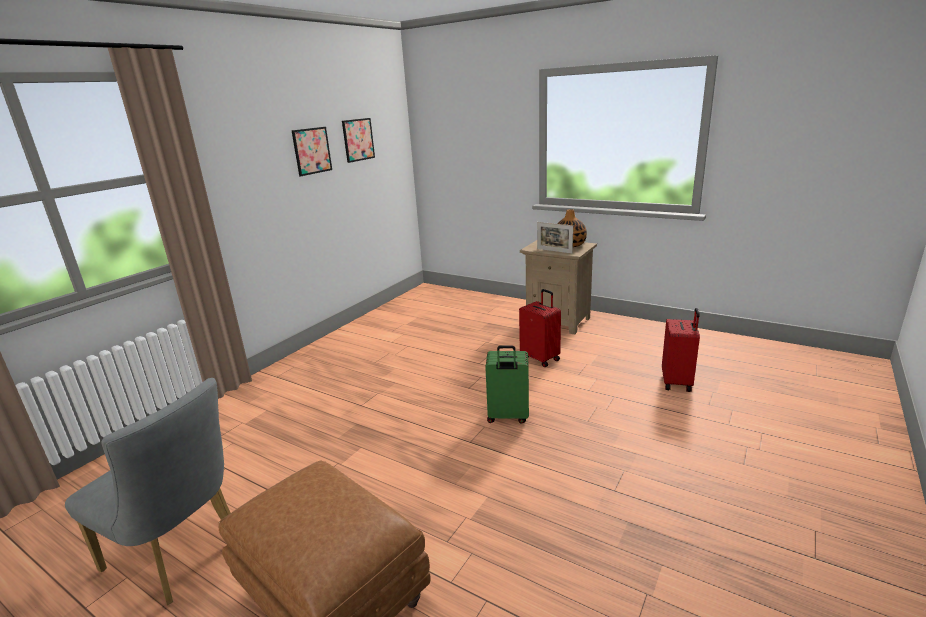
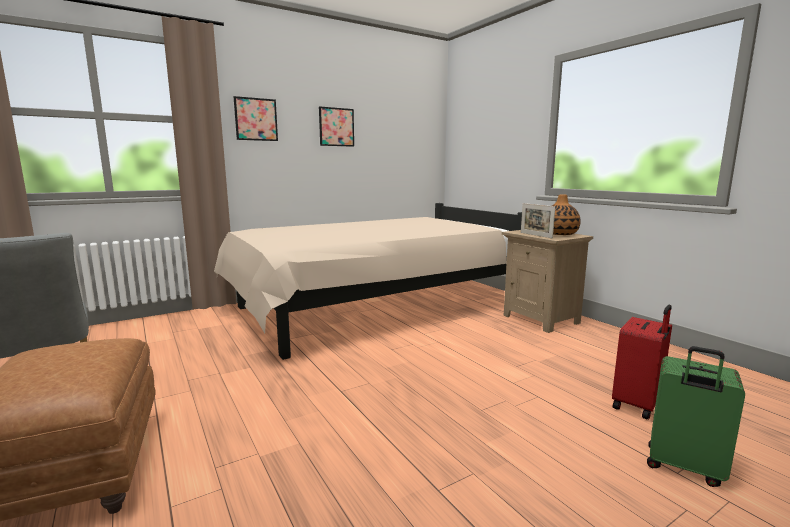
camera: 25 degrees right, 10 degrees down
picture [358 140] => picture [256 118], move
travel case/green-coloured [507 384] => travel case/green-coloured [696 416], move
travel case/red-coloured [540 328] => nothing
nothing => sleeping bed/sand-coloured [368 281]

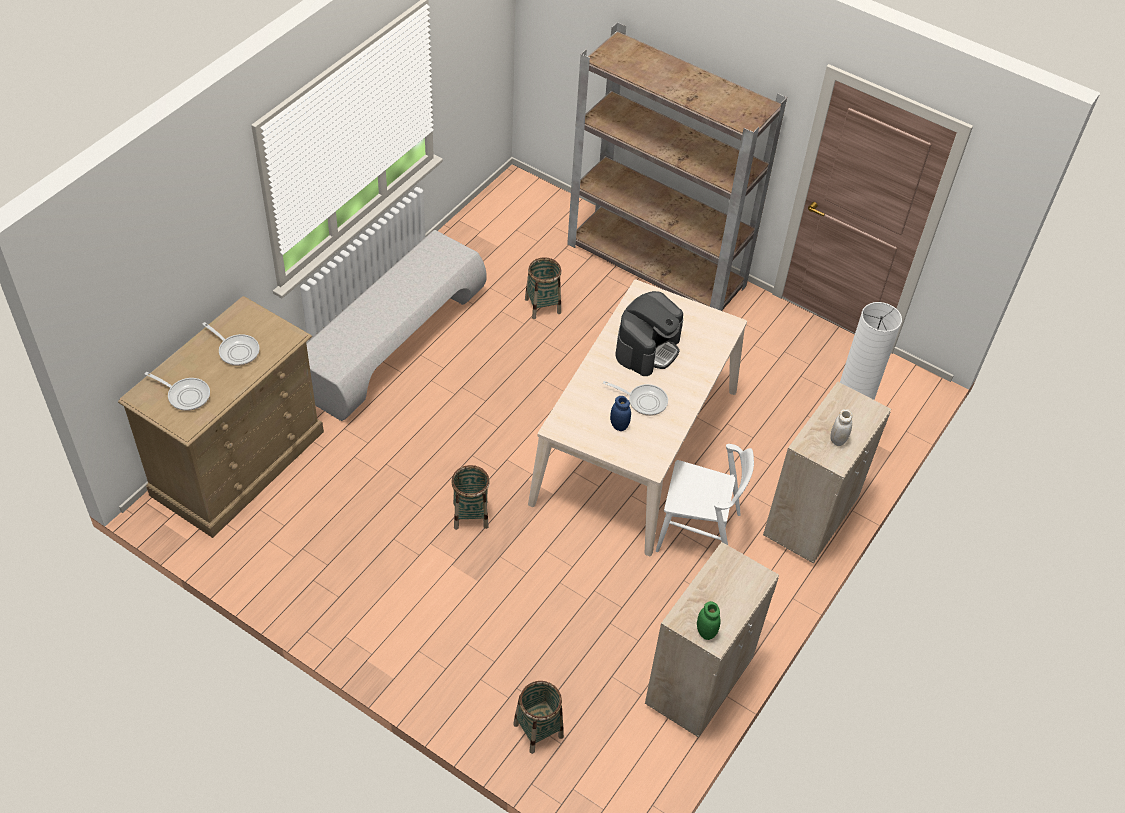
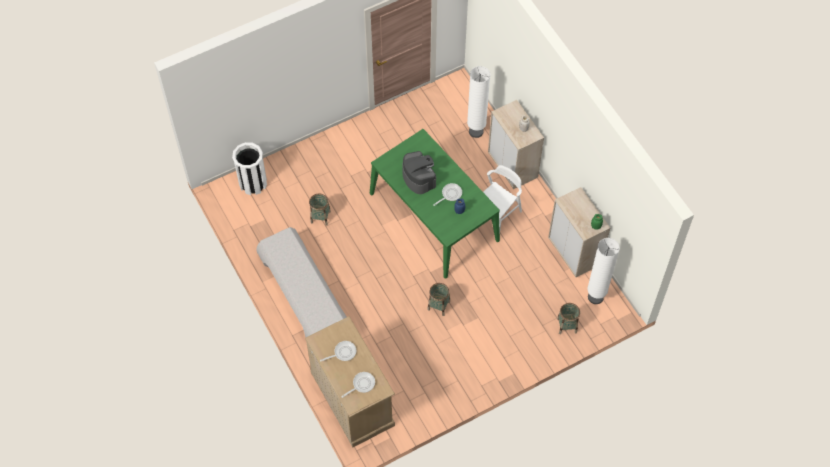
camera: 60 degrees left, 10 degrees up
dinner table/sand-coloured [637 417] => dinner table/green-coloured [435 204]
bookshelf/brownish [677 166] => nothing
nothing => waste bin/white-coloured [249 168]
nothing => standing lamp/white-coloured [603 271]

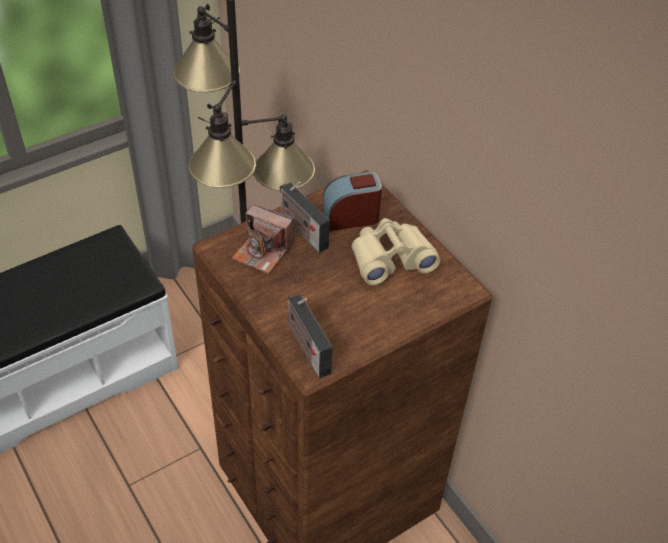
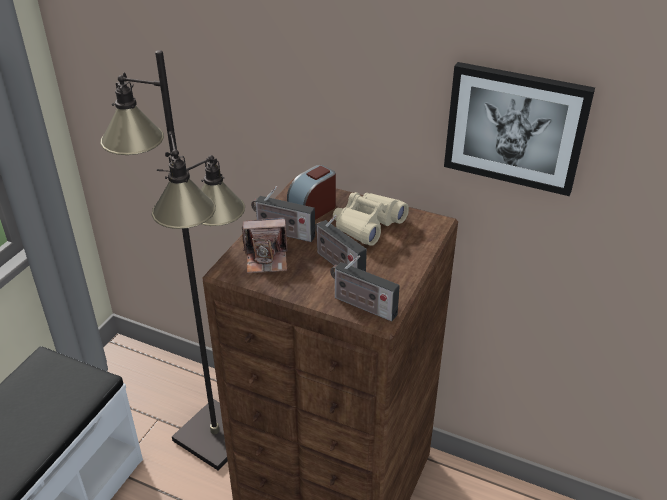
camera: 30 degrees left, 10 degrees down
nothing => radio receiver [341 243]
nothing => picture [519 129]

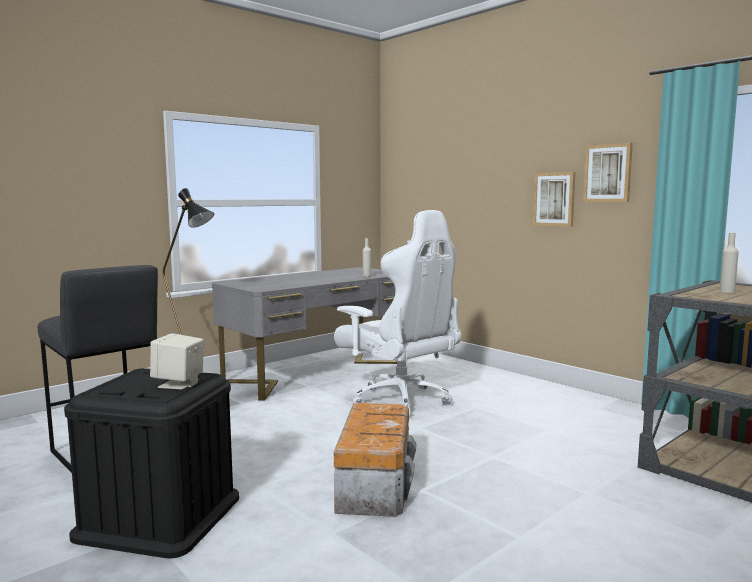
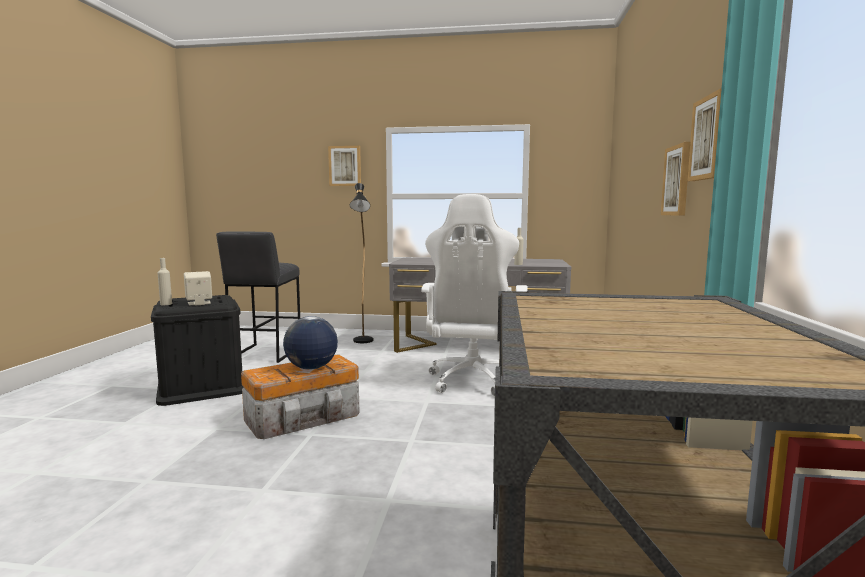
camera: 50 degrees right, 0 degrees up
beverage bottle/sand-coloured [729 263] => beverage bottle/sand-coloured [165 281], move
nothing => desk globe [310 343]
nothing => picture [344 166]

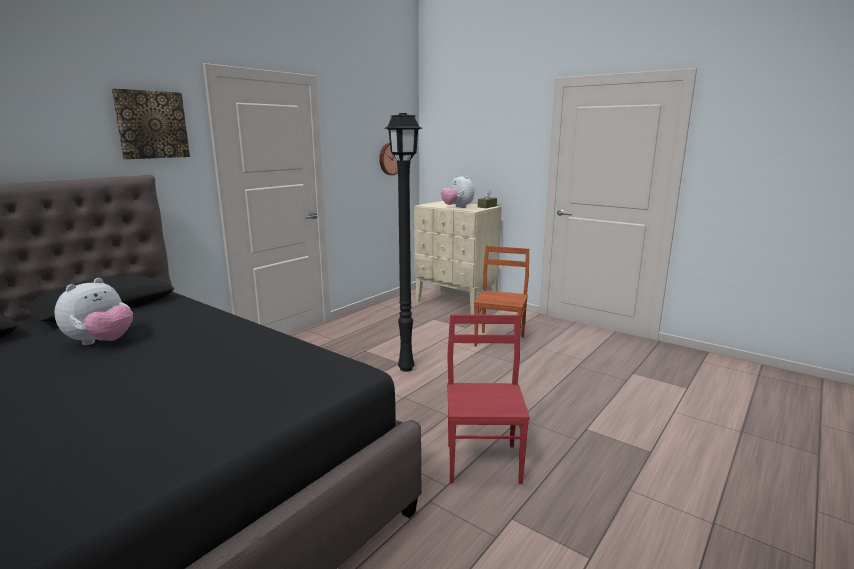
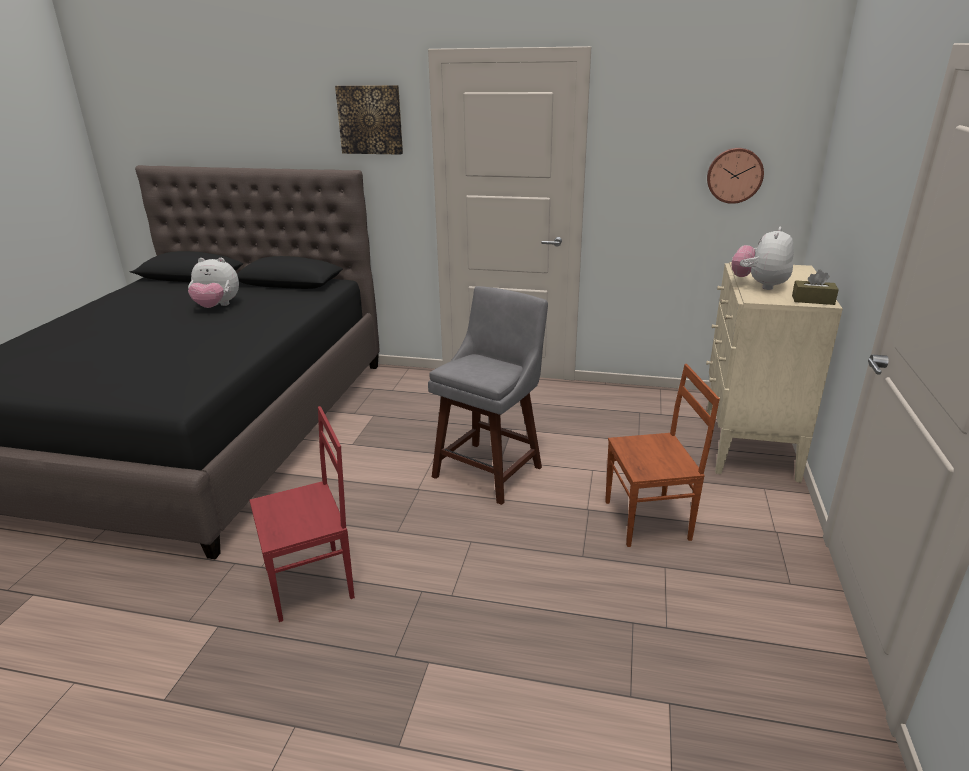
camera: 65 degrees right, 10 degrees up
standing lamp/blackish [403 242] => chair/gray [488 395]

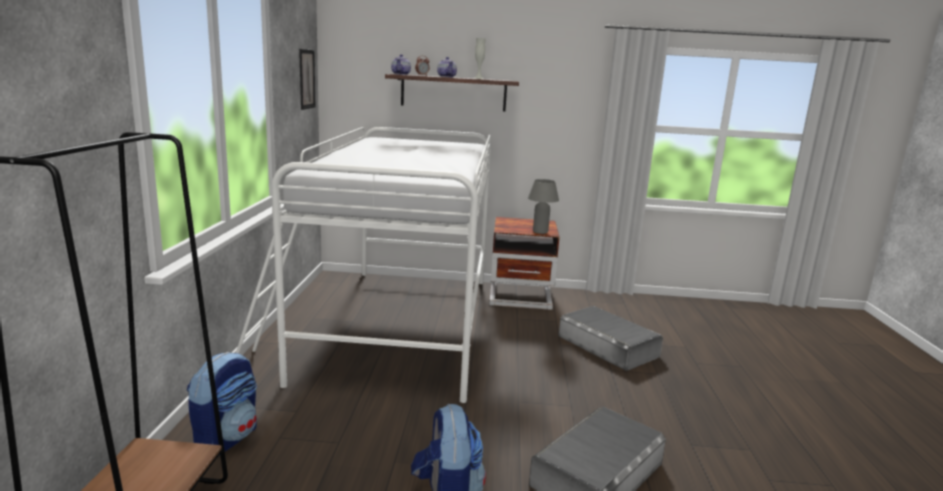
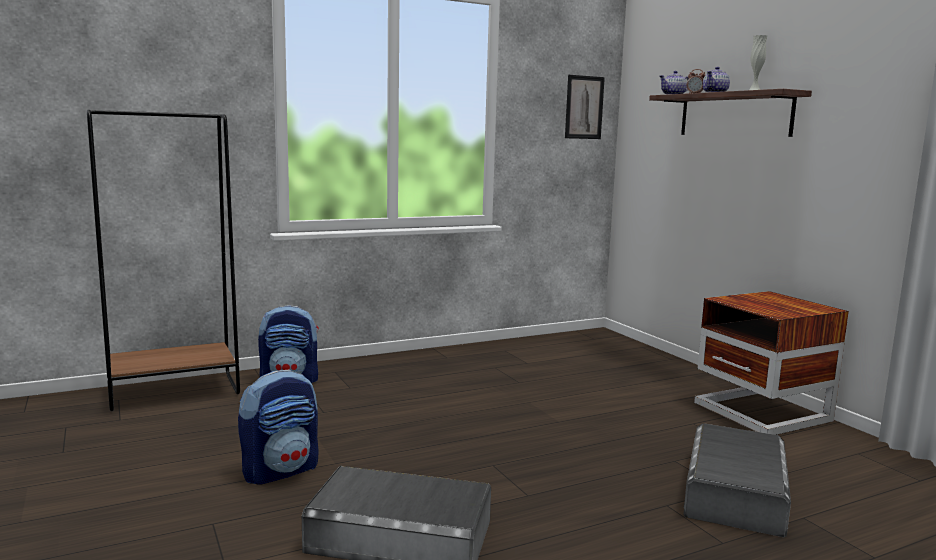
camera: 60 degrees right, 5 degrees down
sleeping bed/white-coloured [363 265] => nothing
lamp for a table/gray [543 206] => nothing

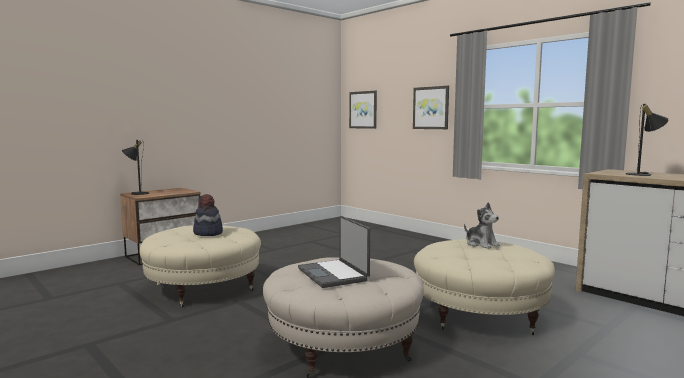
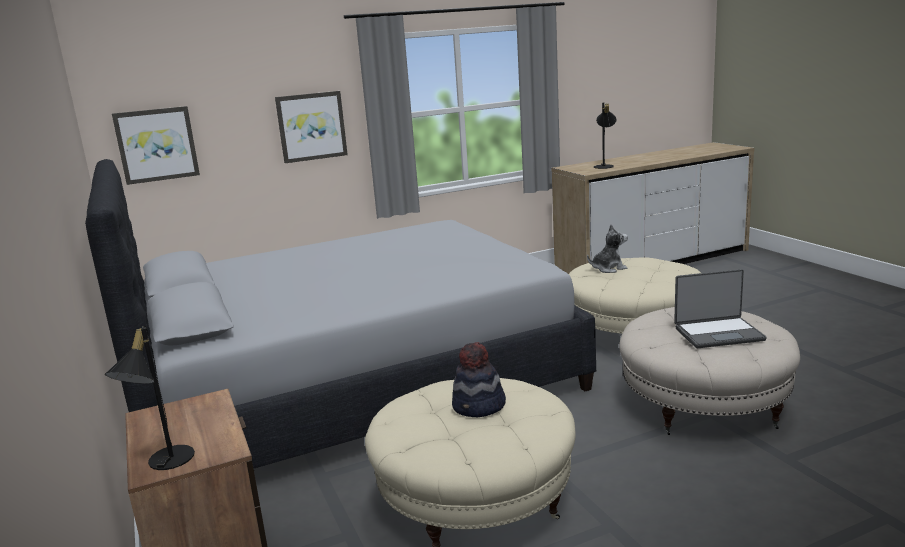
camera: 70 degrees left, 10 degrees up
nothing => sleeping bed/gray [340 314]

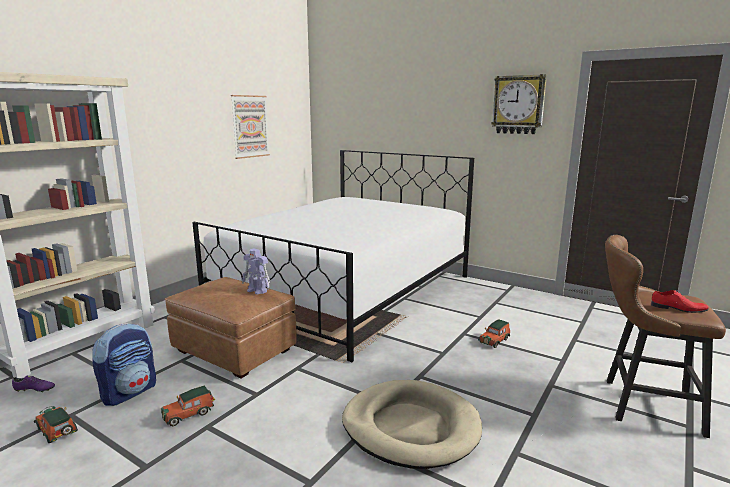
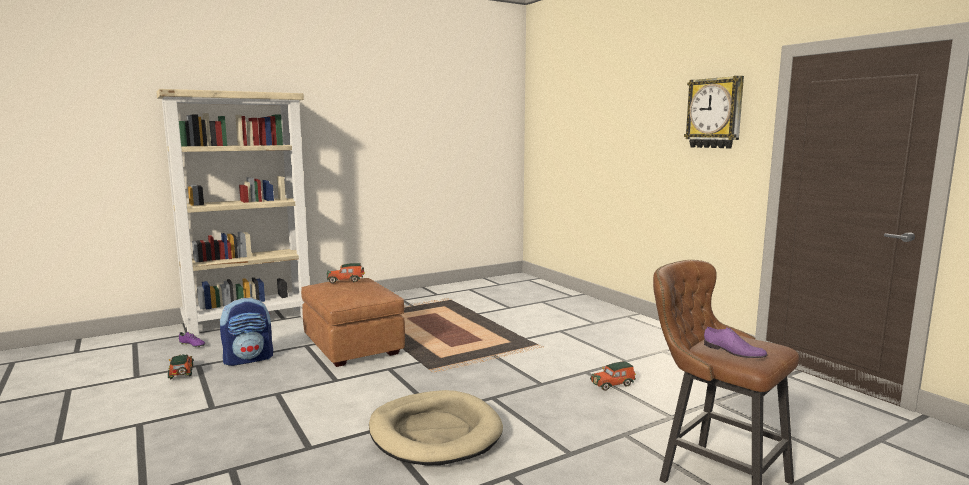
camera: 25 degrees right, 5 degrees down
model car [188 406] => model car [346 273], move
sleeping bed/white-coloured [333 256] => nothing
picture [250 127] => nothing
robot figure [256 271] => nothing
item of footwear/red-coloured [680 301] => item of footwear/purple-coloured [736 342]

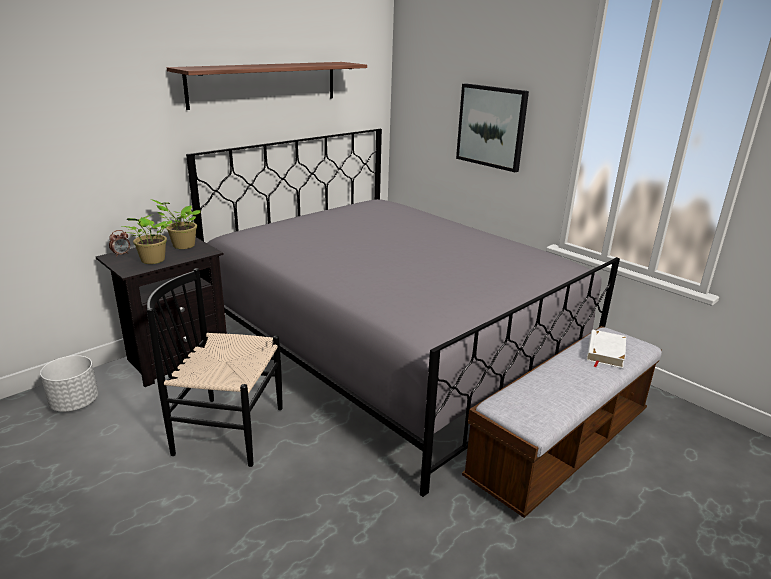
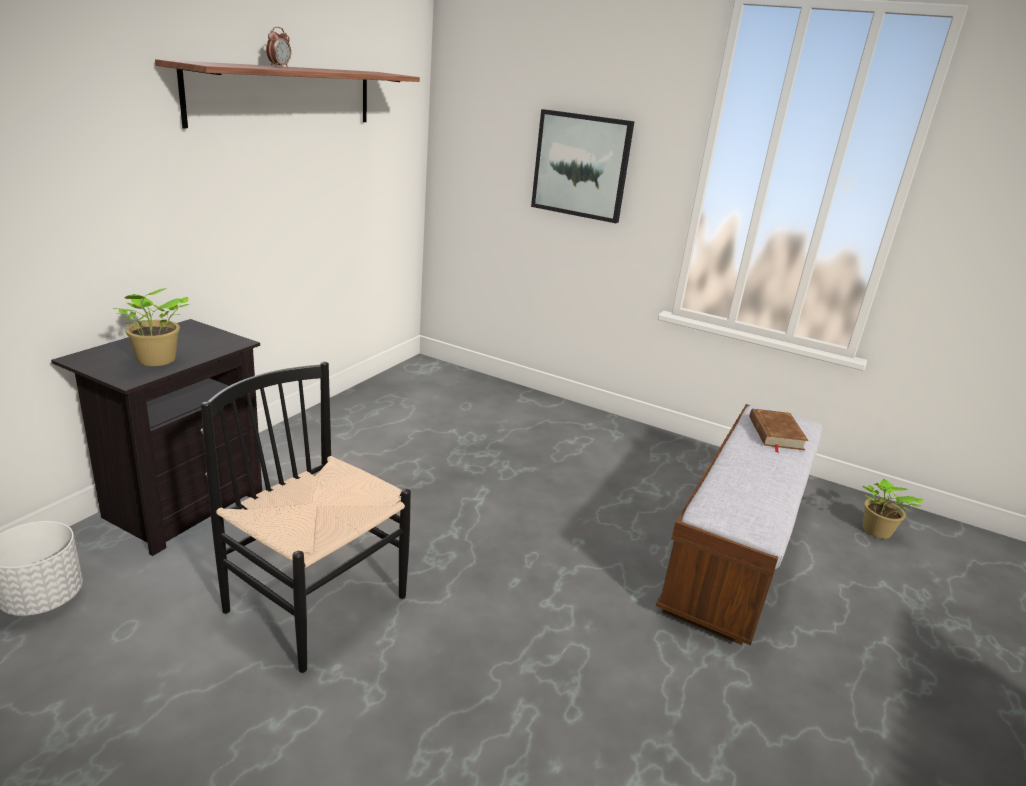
camera: 20 degrees left, 0 degrees up
alarm clock [119 243] => alarm clock [278 47], move
chair/blackish [215 367] => chair/blackish [306 517], 45 degrees clockwise
potted plant [175 224] => potted plant [893 509], move
sleeping bed/gray [403 313] => nothing
book/white-coloured [606 349] => book/brownish [778 431]

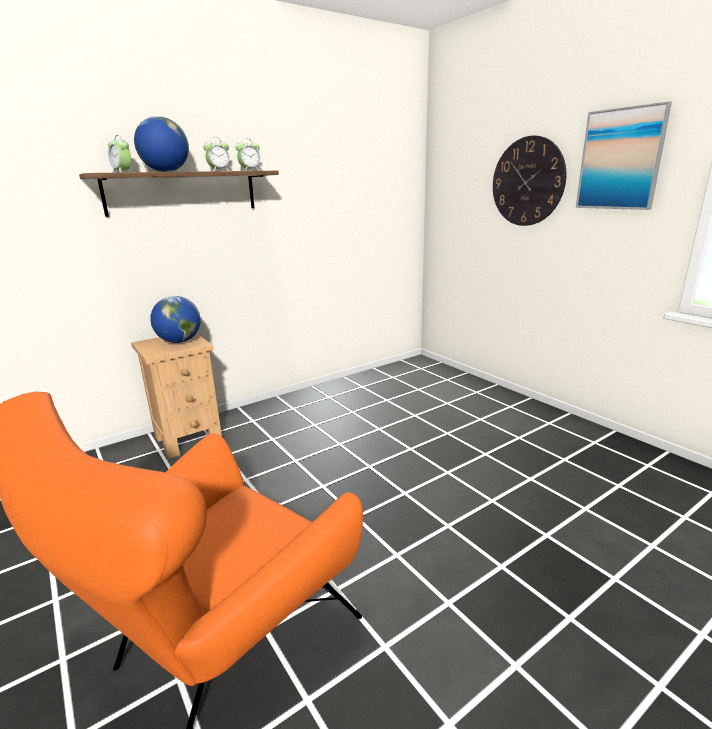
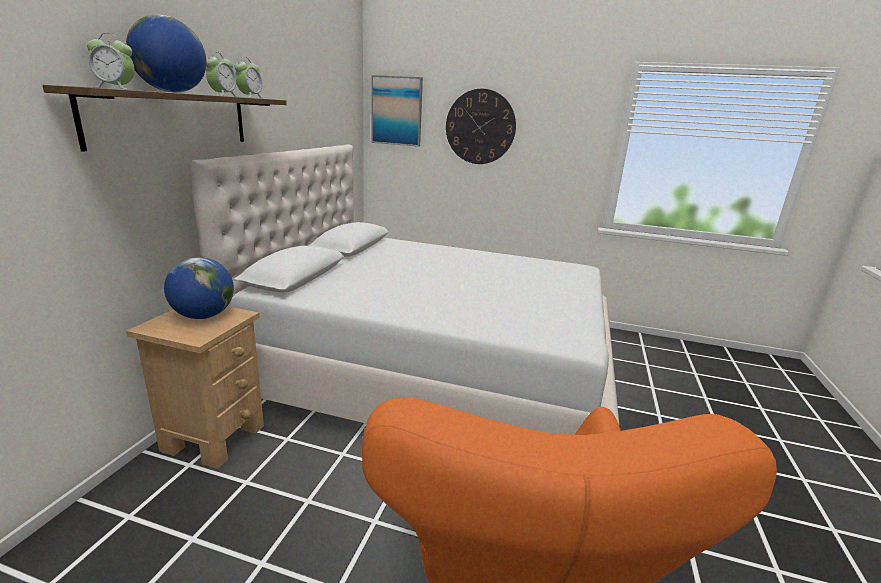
camera: 40 degrees left, 0 degrees up
picture [624 155] => picture [397 111], move
nothing => sleeping bed/white-coloured [404 289]

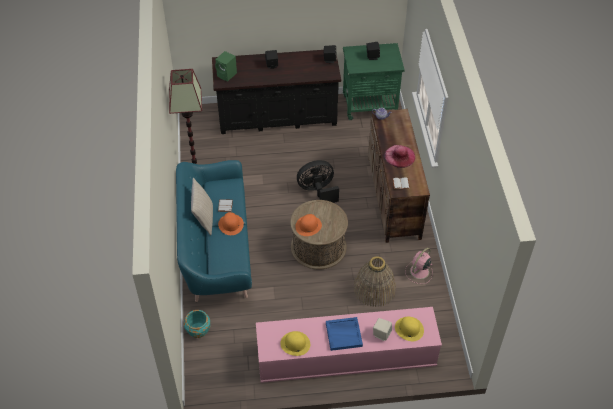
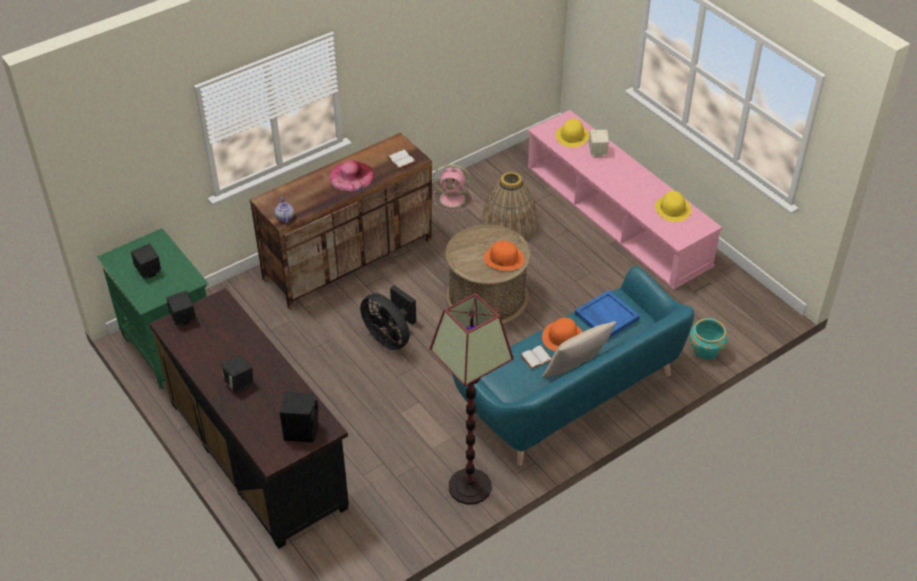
camera: 120 degrees left, 5 degrees down
loudspeaker/green-coloured [226 66] => loudspeaker/blackish [299 417]
carrying tray/bluish [344 334] => carrying tray/bluish [607 314], move

